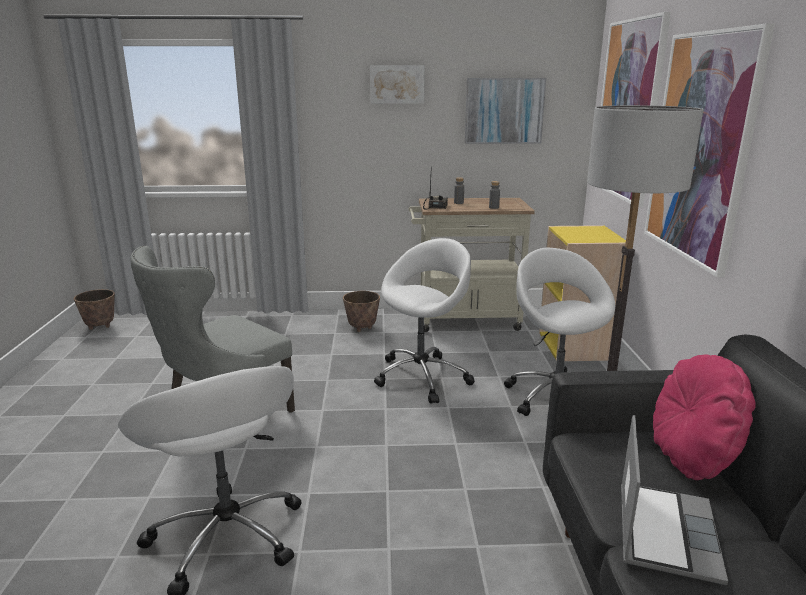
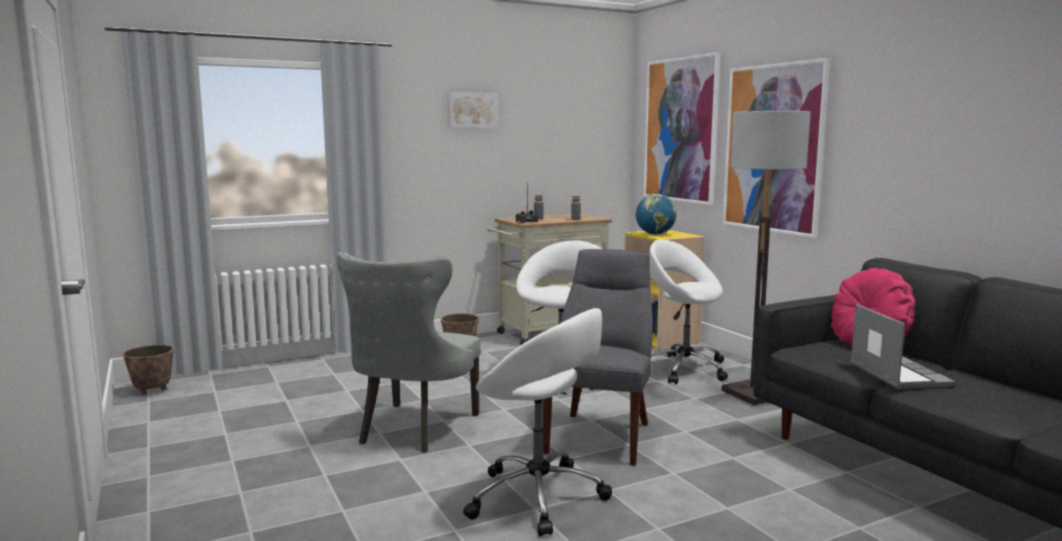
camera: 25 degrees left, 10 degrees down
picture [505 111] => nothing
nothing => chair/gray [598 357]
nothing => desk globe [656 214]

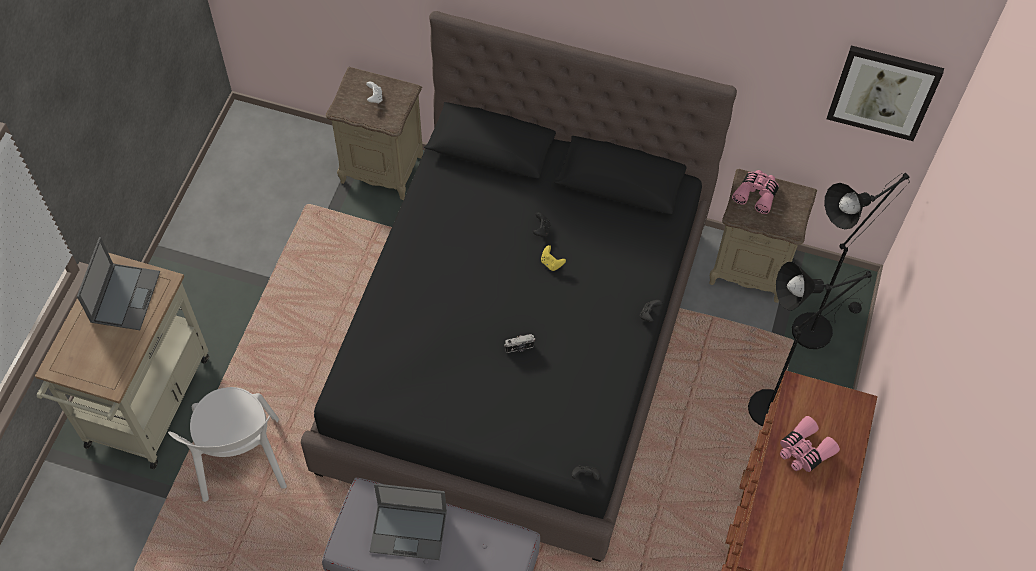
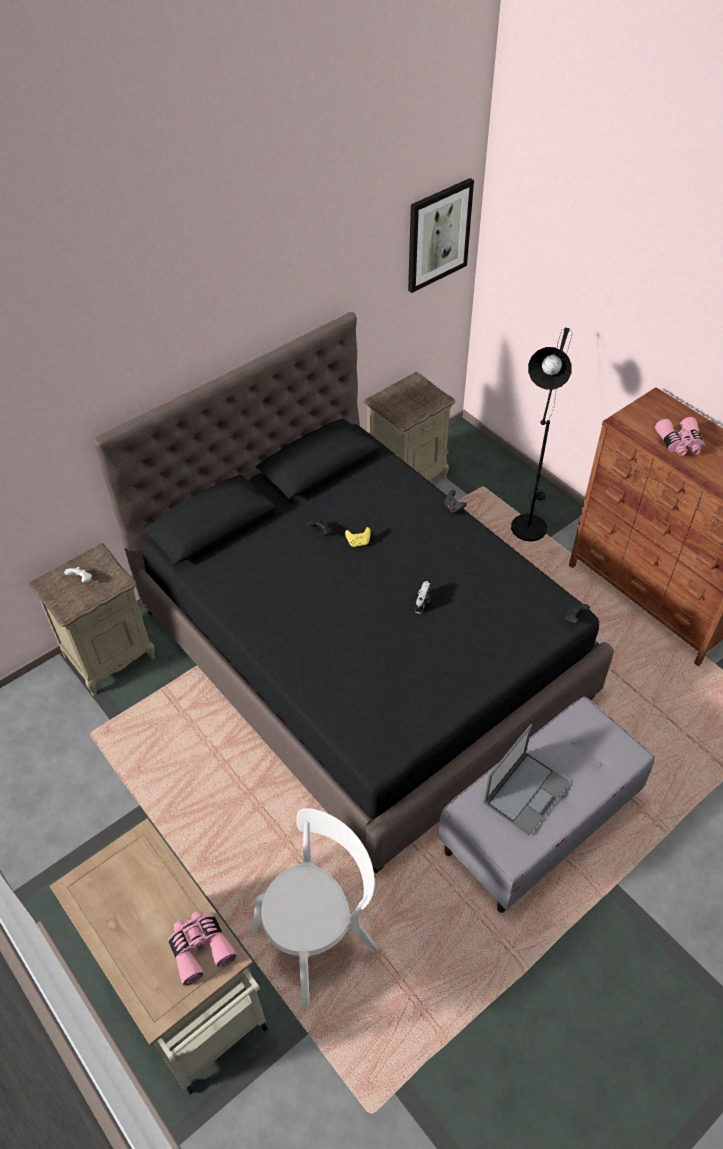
camera: 55 degrees left, 10 degrees down
portable computer [118 283] => nothing
chair/white-coloured [227 444] => chair/white-coloured [315 907], 60 degrees counterclockwise
field glasses/pink-coloured [755 192] => field glasses/pink-coloured [202 948], move
standing lamp/blackish [851 261] => nothing

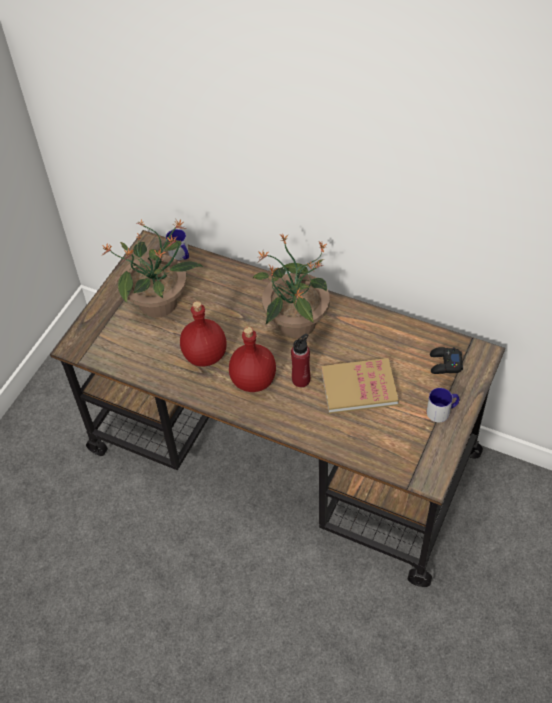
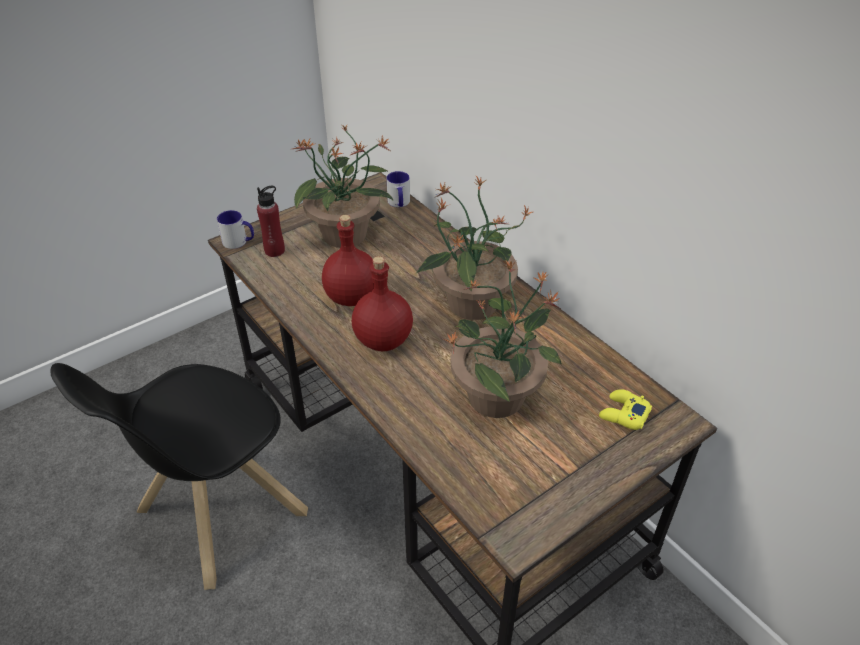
camera: 25 degrees right, 10 degrees down
beverage bottle/red-coloured [300 360] => beverage bottle/red-coloured [271 221], move
book [360 386] => potted plant [503 339]
mug [443 405] => mug [235 229], move
game controller/blackish [446 360] => game controller/yellowish [625 409]
nothing => chair/blackish [179 476]

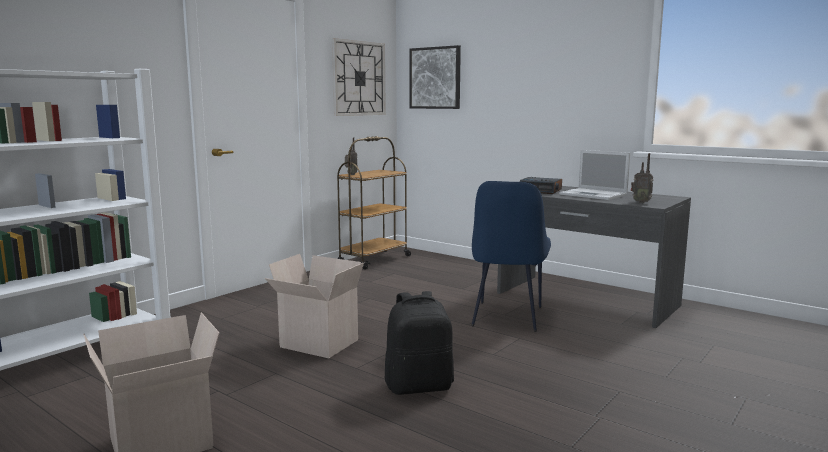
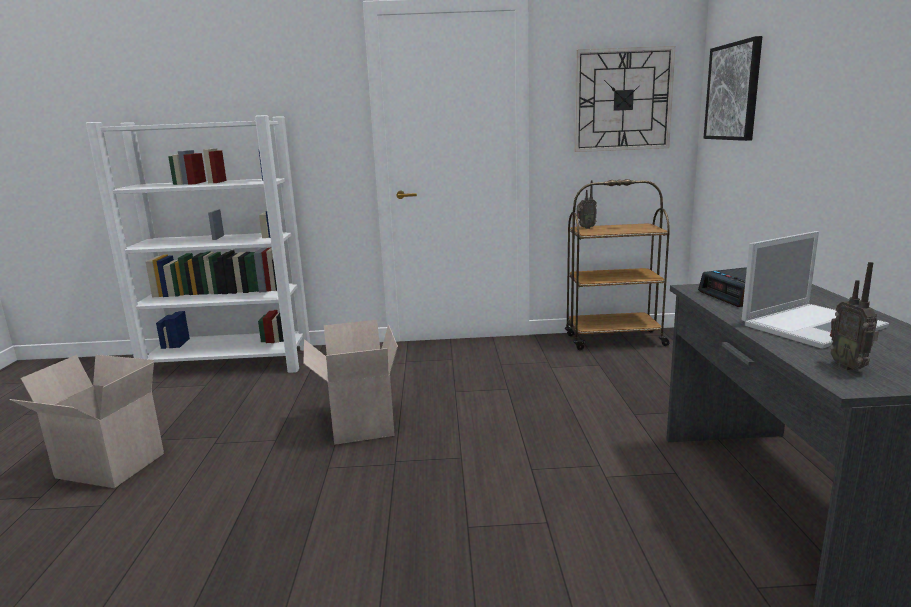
camera: 50 degrees right, 5 degrees up
rucksack/blackish [419 343] => nothing
chair/bluish [511 256] => nothing
portable computer [594 175] => portable computer [815 290], 120 degrees counterclockwise

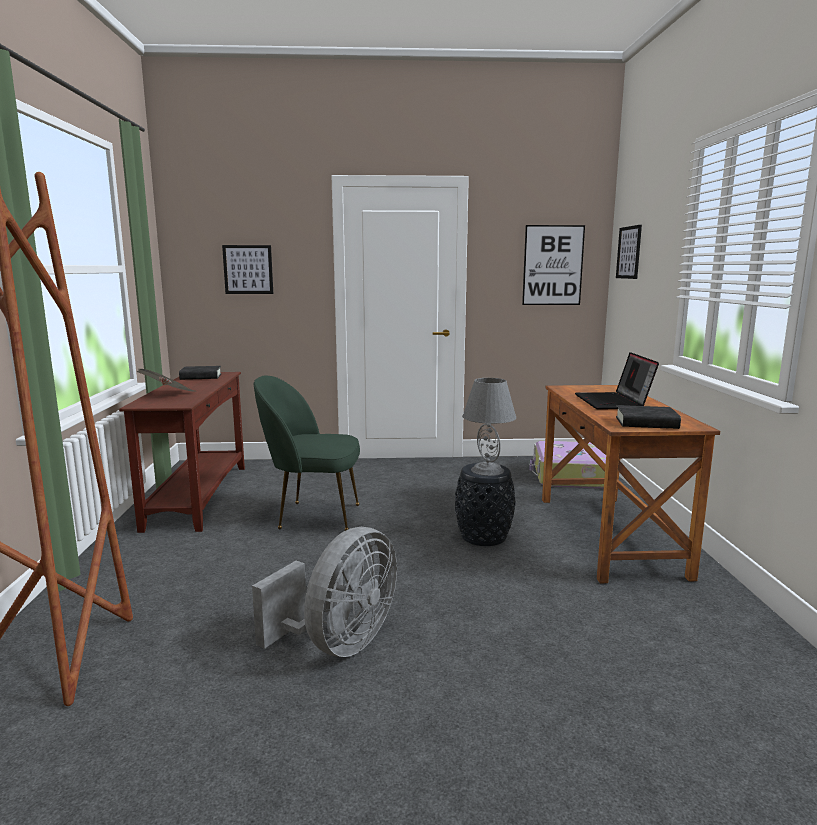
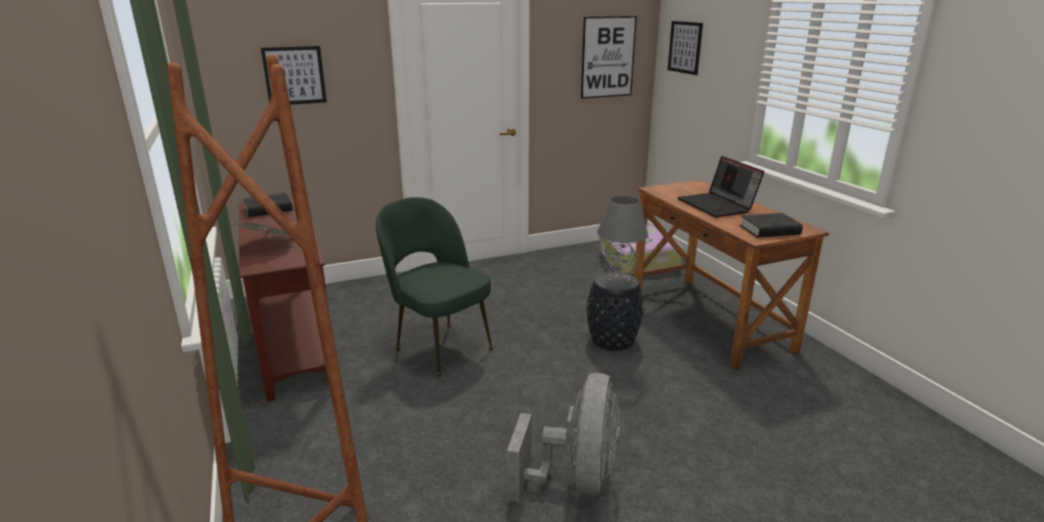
camera: 20 degrees left, 10 degrees up
chair/green-coloured [307 453] => chair/green-coloured [434 287], 60 degrees clockwise

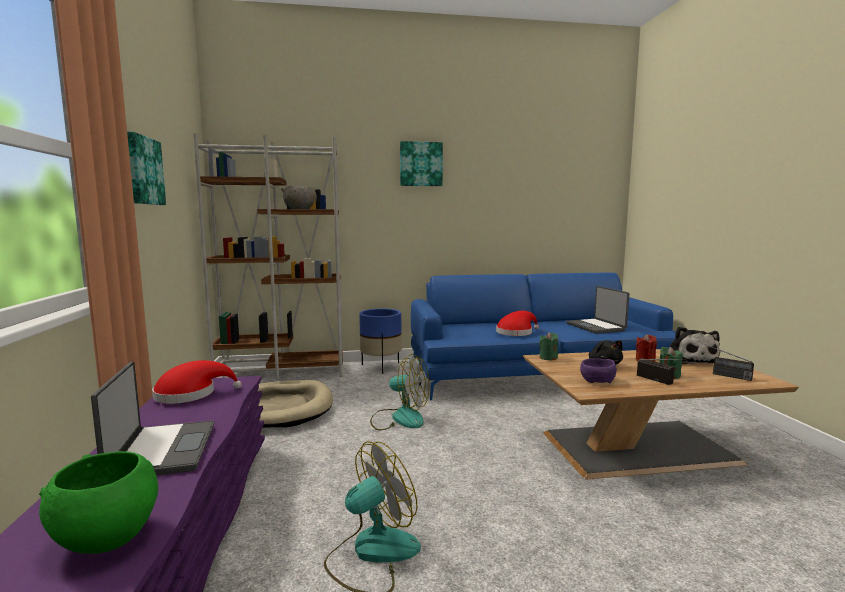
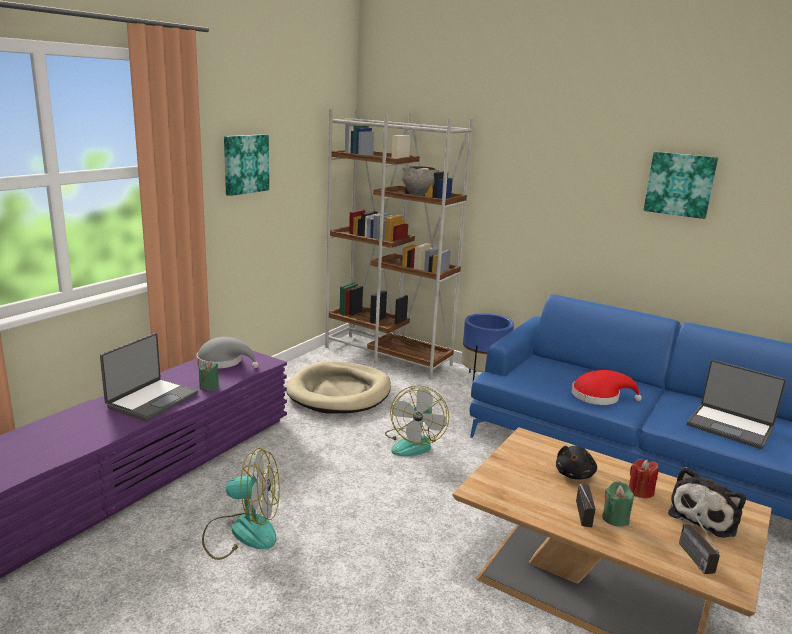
camera: 40 degrees right, 10 degrees up
deep dish/green-coloured [98 502] => nothing
hat/red-coloured [197 382] => hat/gray [227 353]
fan [399 392] => fan [417 420], 45 degrees clockwise
picture [421 163] => picture [680 185], move
wax light/green-coloured [548 346] => wax light/green-coloured [209 376], move
portable computer [597 310] => portable computer [736 404], 75 degrees counterclockwise
deep dish/purple-coloured [598 370] => nothing

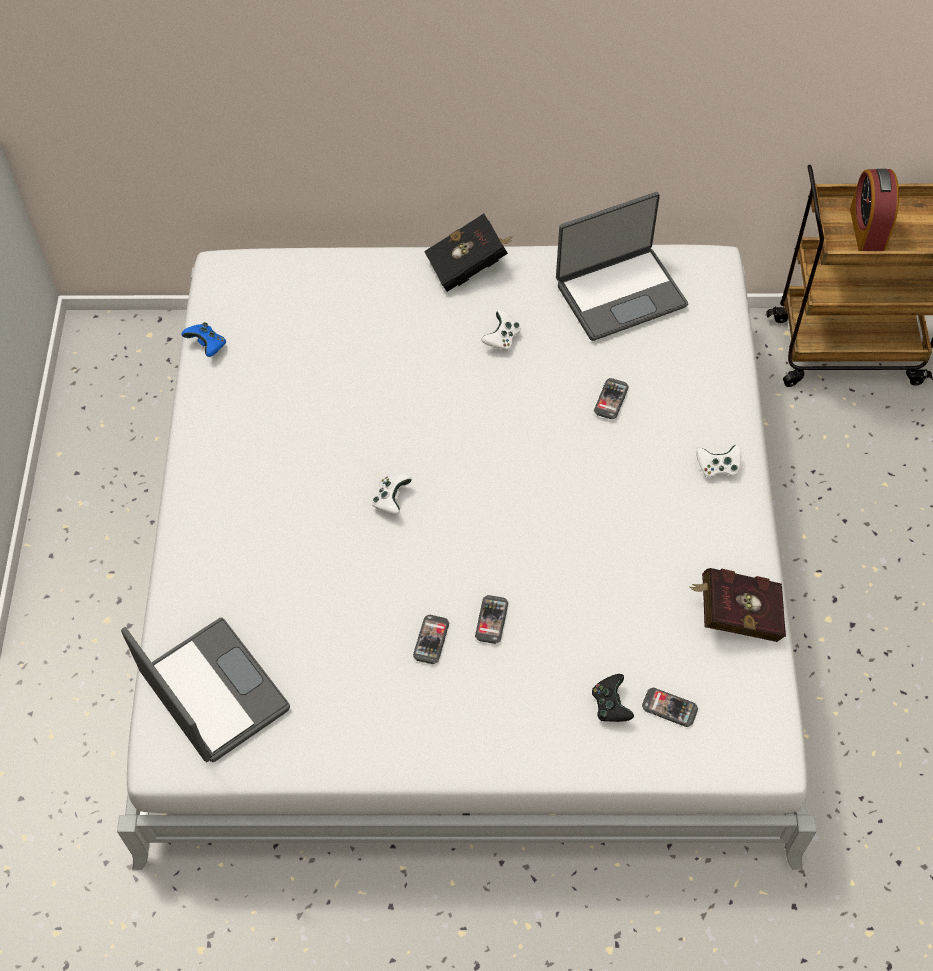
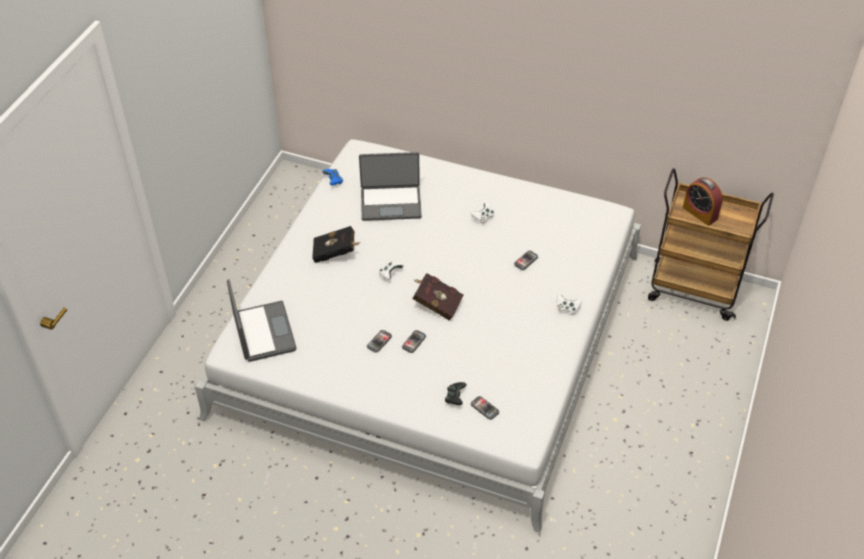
camera: 20 degrees right, 10 degrees down
book/blackish [469 253] => book/blackish [336 244], move
portable computer [622 266] => portable computer [390 186], move
book/red-coloured [737 605] => book/red-coloured [438 297], move
alarm clock [874 210] => alarm clock [703 201], 60 degrees counterclockwise

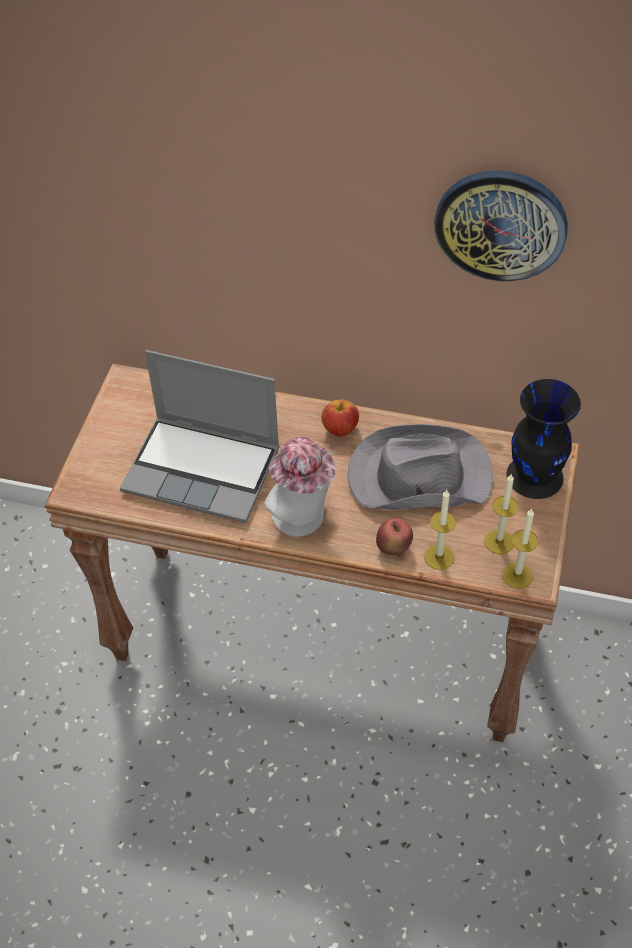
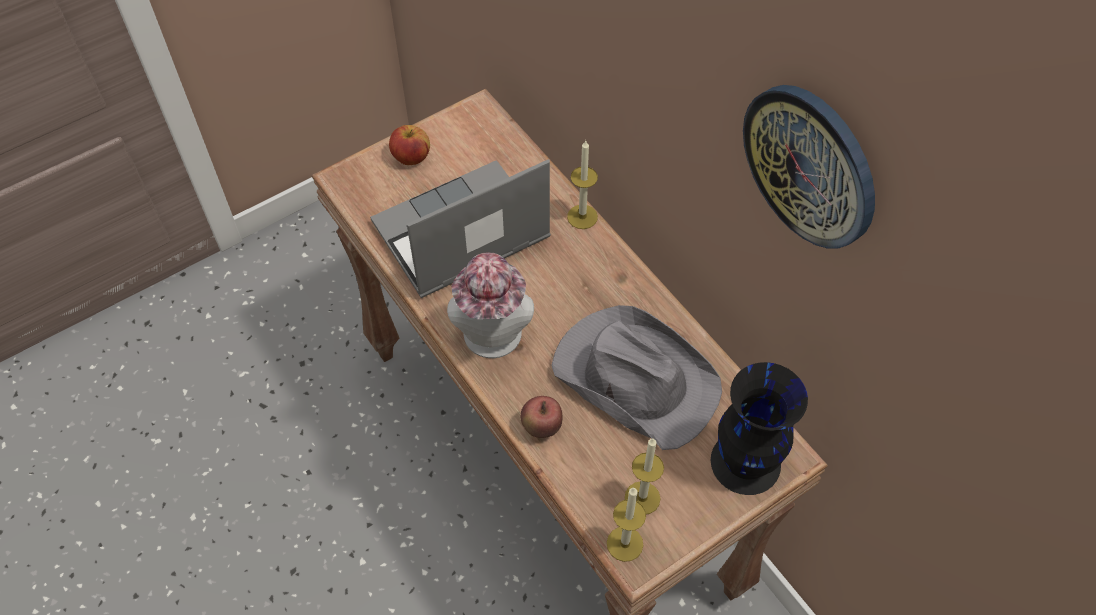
camera: 40 degrees right, 5 degrees up
portable computer [200 436] => portable computer [460 228], 90 degrees clockwise
apple [340 418] => apple [409 145], move
wax light [440 530] => wax light [582 185], move

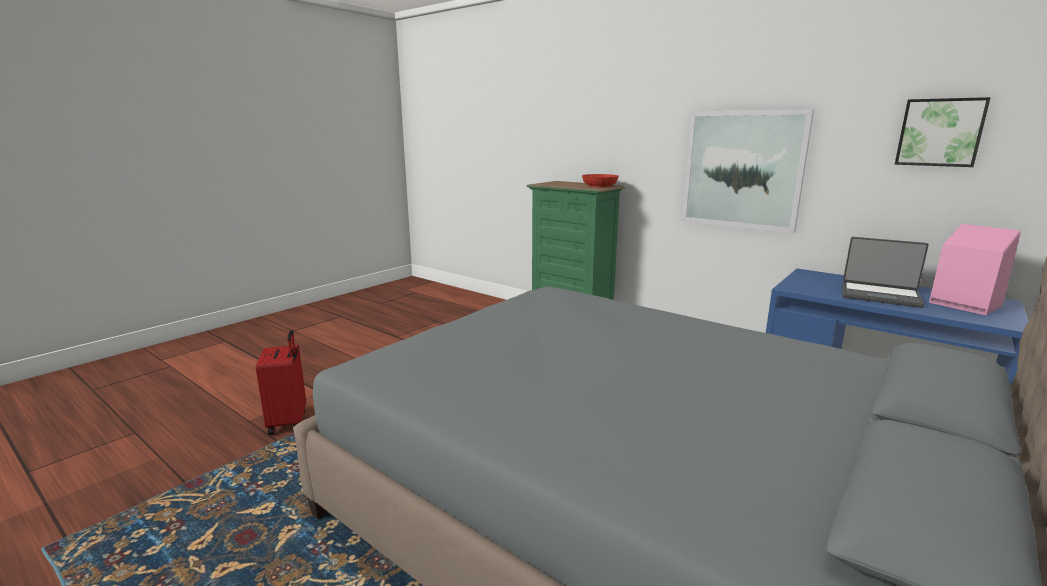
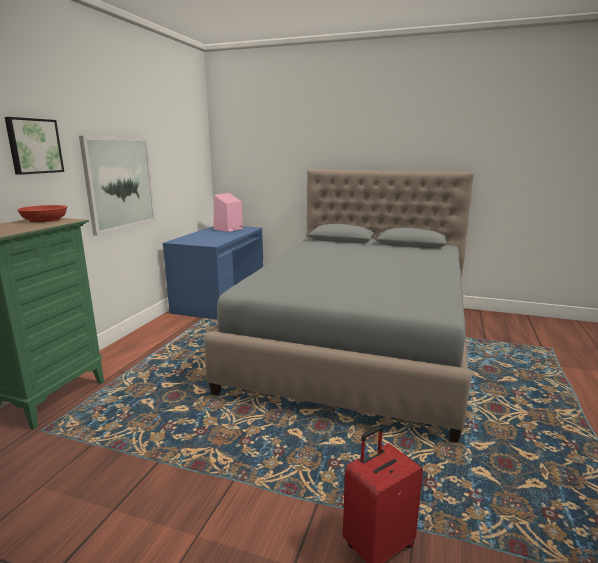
camera: 110 degrees left, 0 degrees up
portable computer [885 272] => nothing
picture [943 132] => picture [34 146], move

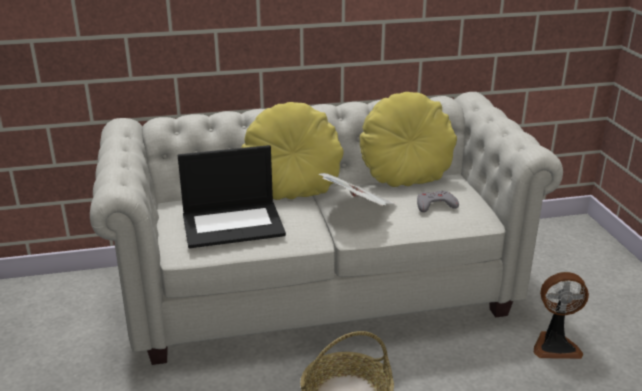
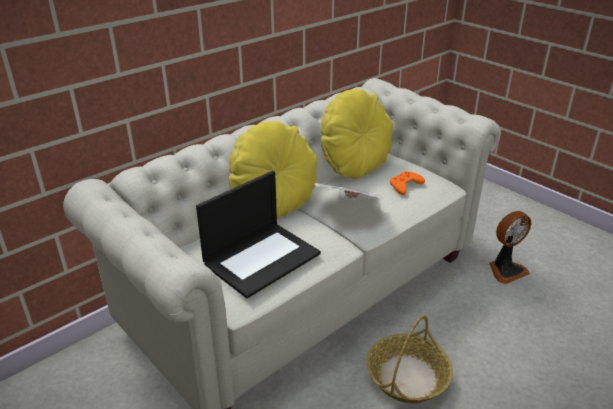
camera: 30 degrees left, 5 degrees up
game controller/gray [438 201] => game controller/orange [407 183]

